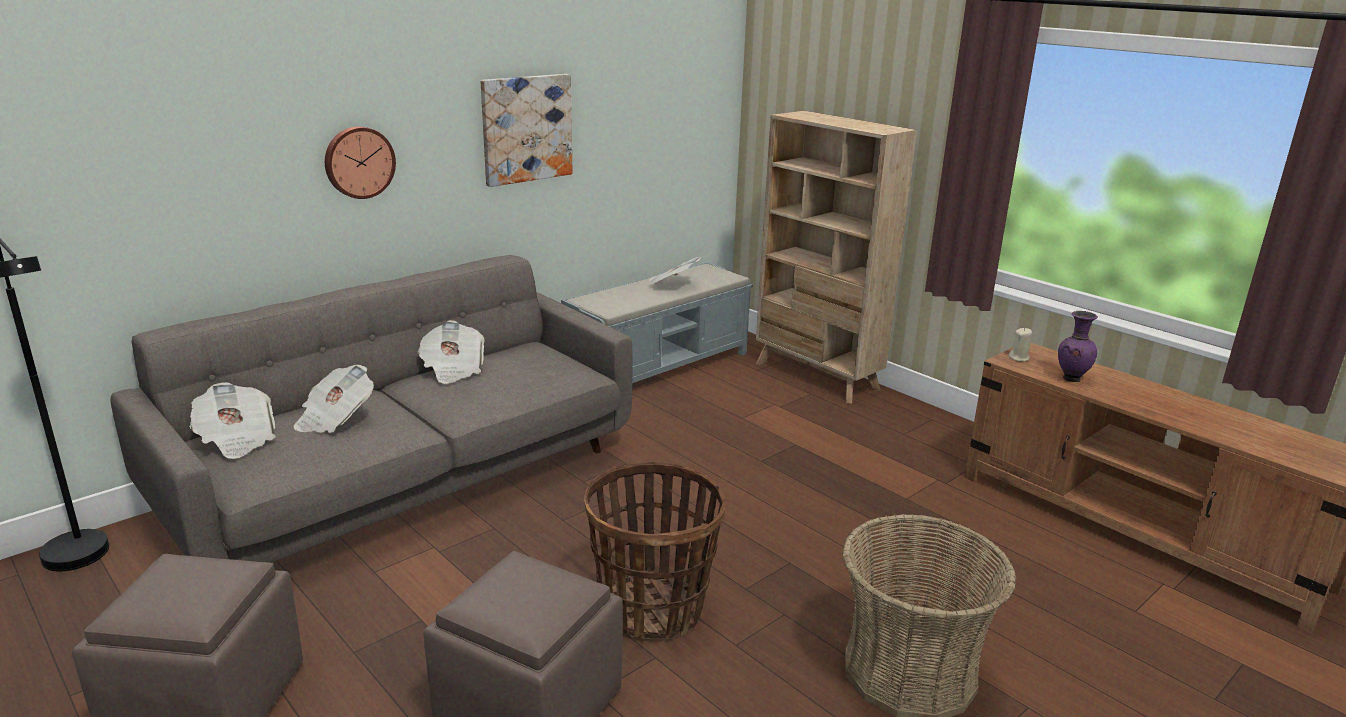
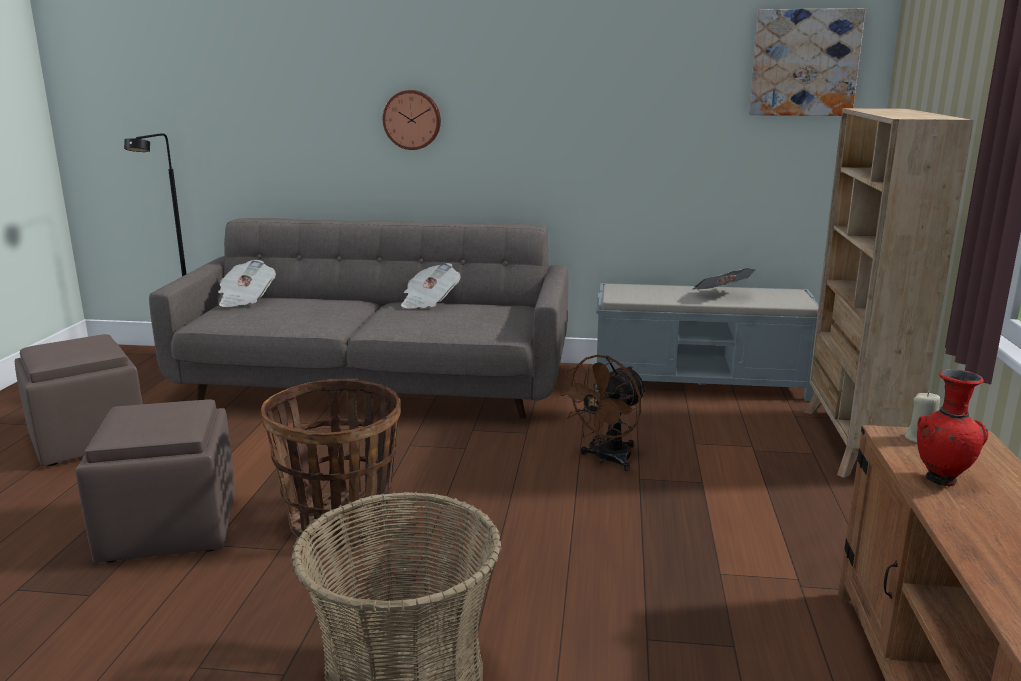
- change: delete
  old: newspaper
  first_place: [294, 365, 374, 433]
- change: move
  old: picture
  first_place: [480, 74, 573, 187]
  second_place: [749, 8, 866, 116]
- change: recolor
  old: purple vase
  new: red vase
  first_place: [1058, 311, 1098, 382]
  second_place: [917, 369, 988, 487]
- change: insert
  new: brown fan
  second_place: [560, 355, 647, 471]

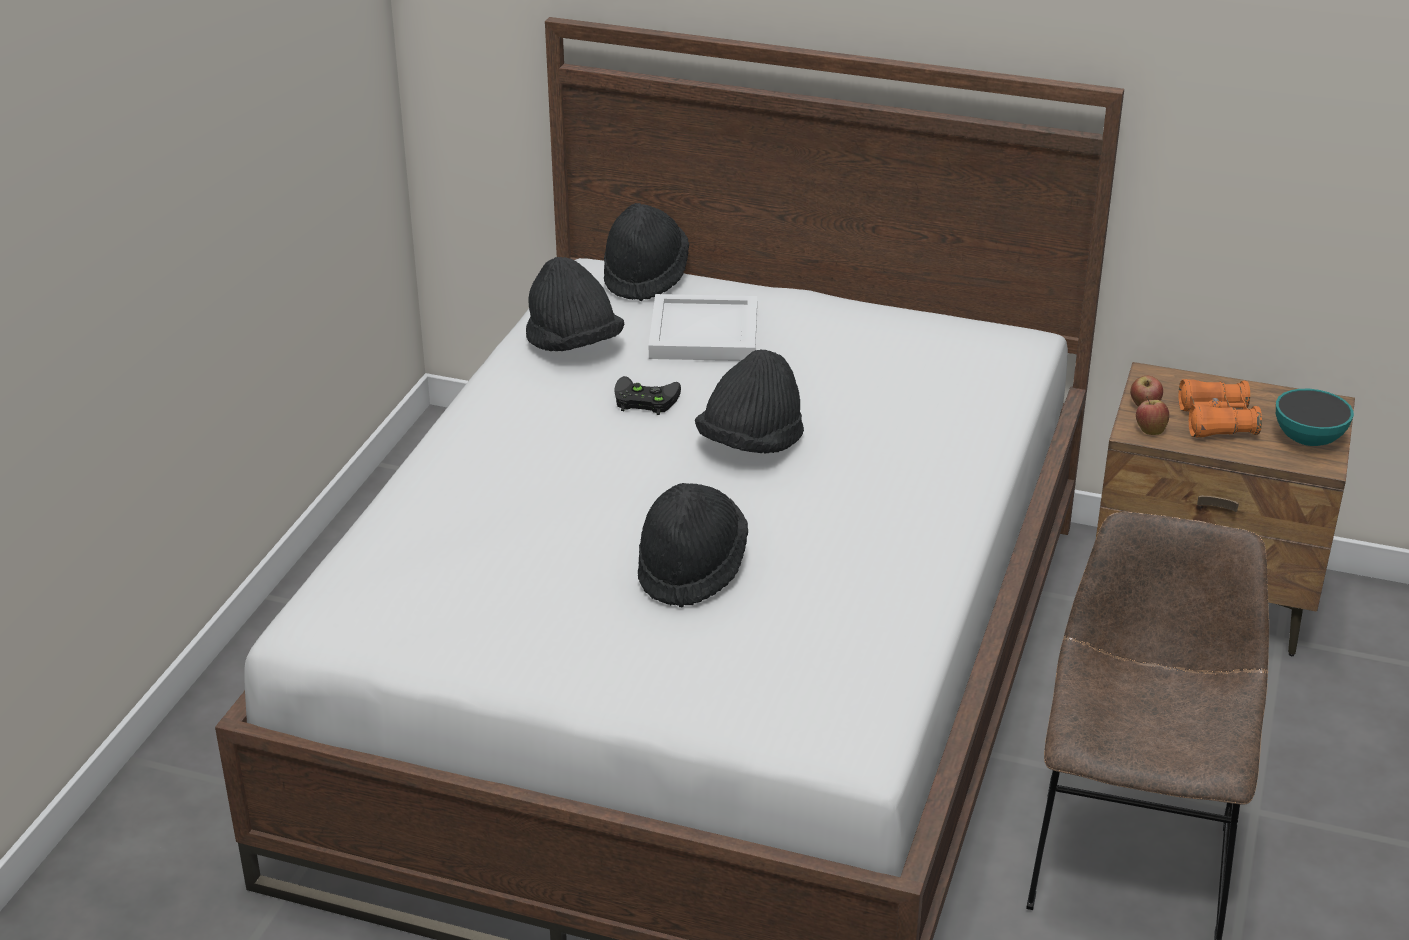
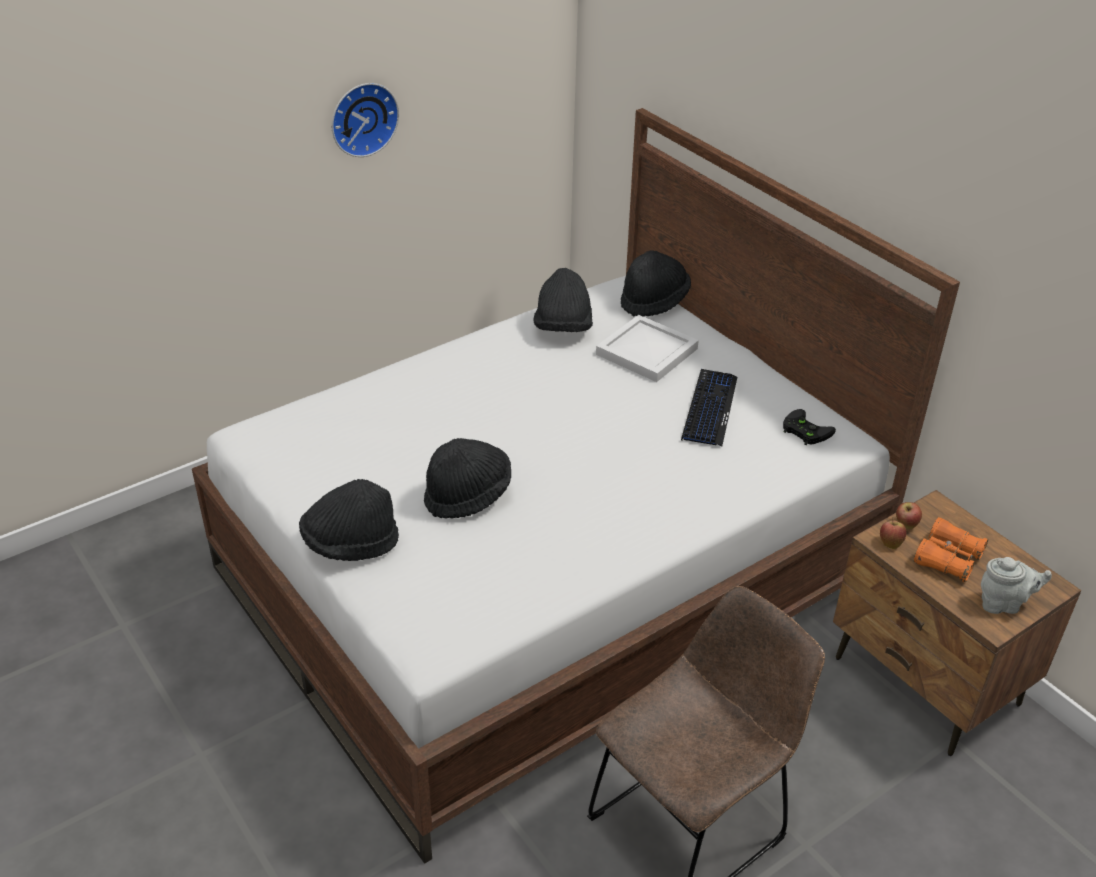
- change: move
  old: black game controller
  first_place: [614, 376, 681, 415]
  second_place: [783, 409, 836, 445]
- change: move
  old: black hat
  first_place: [695, 349, 804, 454]
  second_place: [299, 479, 399, 561]
- change: replace
  old: bowl
  new: grey teapot
  first_place: [1276, 389, 1354, 446]
  second_place: [981, 557, 1052, 614]
- change: insert
  new: wall clock
  second_place: [332, 83, 399, 157]
- change: insert
  new: keyboard
  second_place: [681, 369, 737, 447]

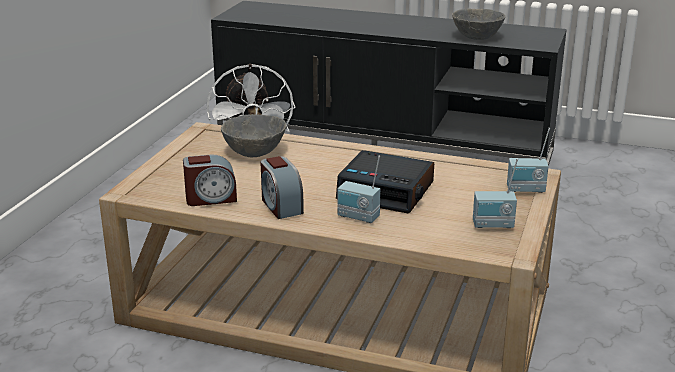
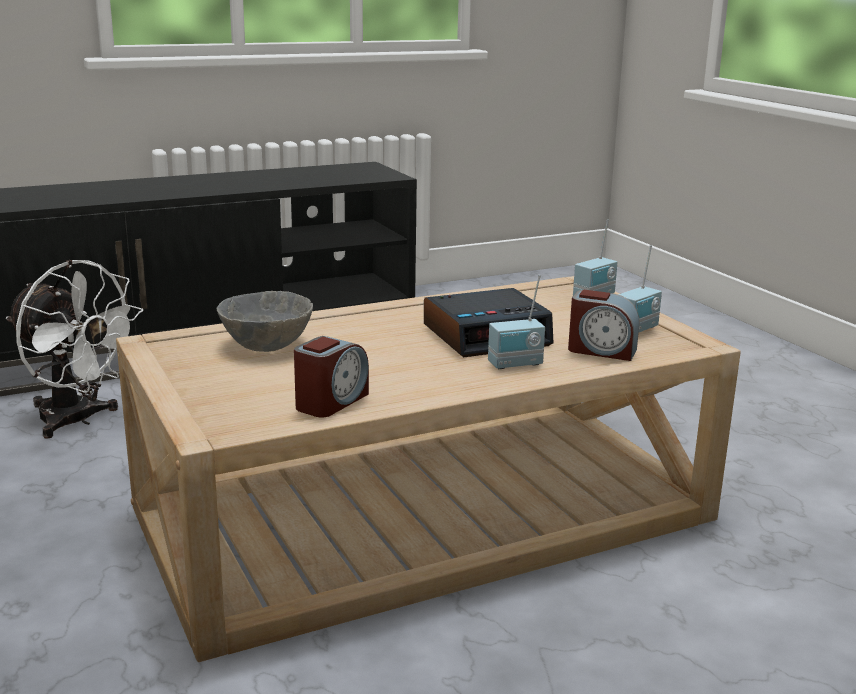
- change: move
  old: alarm clock
  first_place: [260, 156, 304, 219]
  second_place: [568, 290, 639, 361]
- change: delete
  old: grey bowl
  first_place: [452, 8, 505, 40]

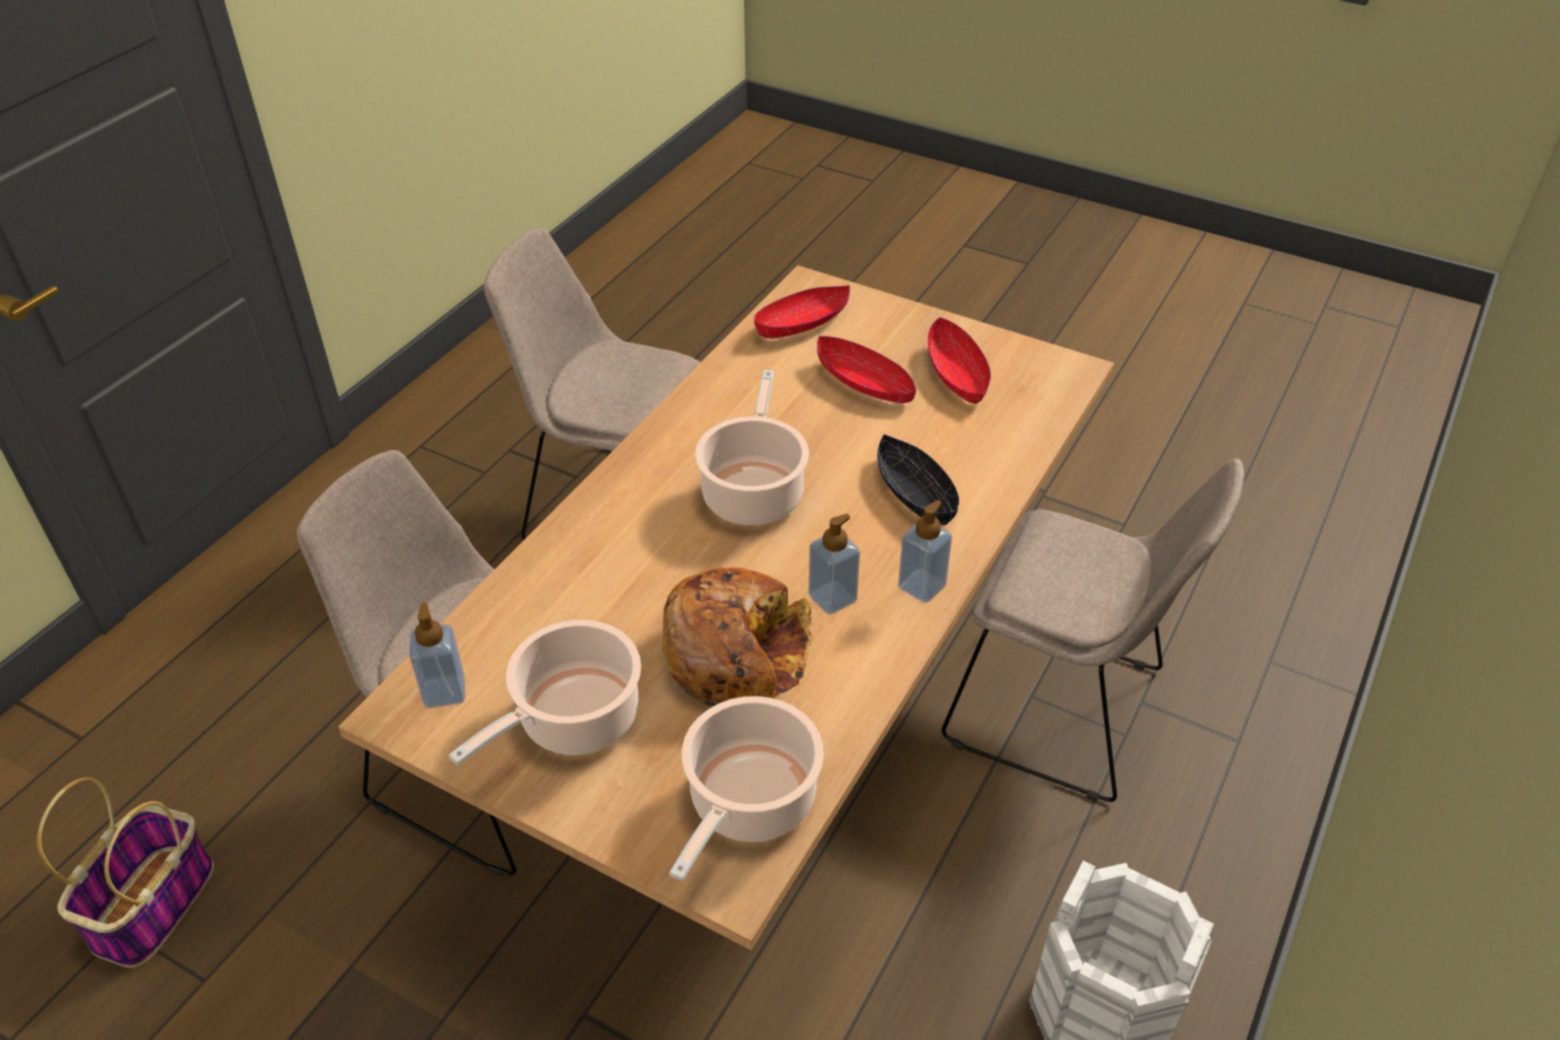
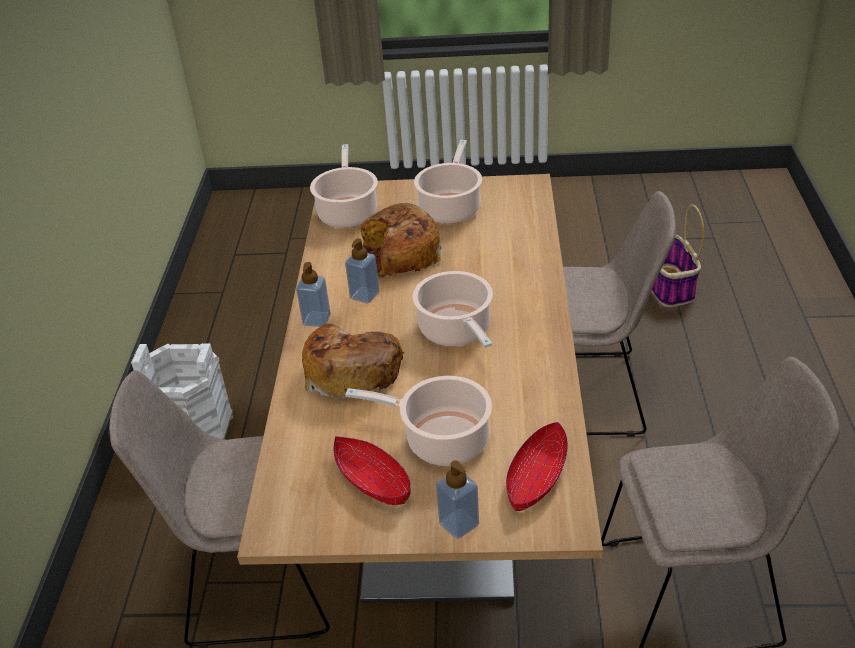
- change: move
  old: soap dispenser
  first_place: [410, 602, 465, 708]
  second_place: [436, 460, 479, 539]
- change: replace
  old: red bowl
  new: cooking pot
  first_place: [817, 336, 916, 403]
  second_place: [345, 376, 492, 466]
- change: replace
  old: black bowl
  new: bread
  first_place: [877, 434, 959, 525]
  second_place: [302, 324, 404, 399]

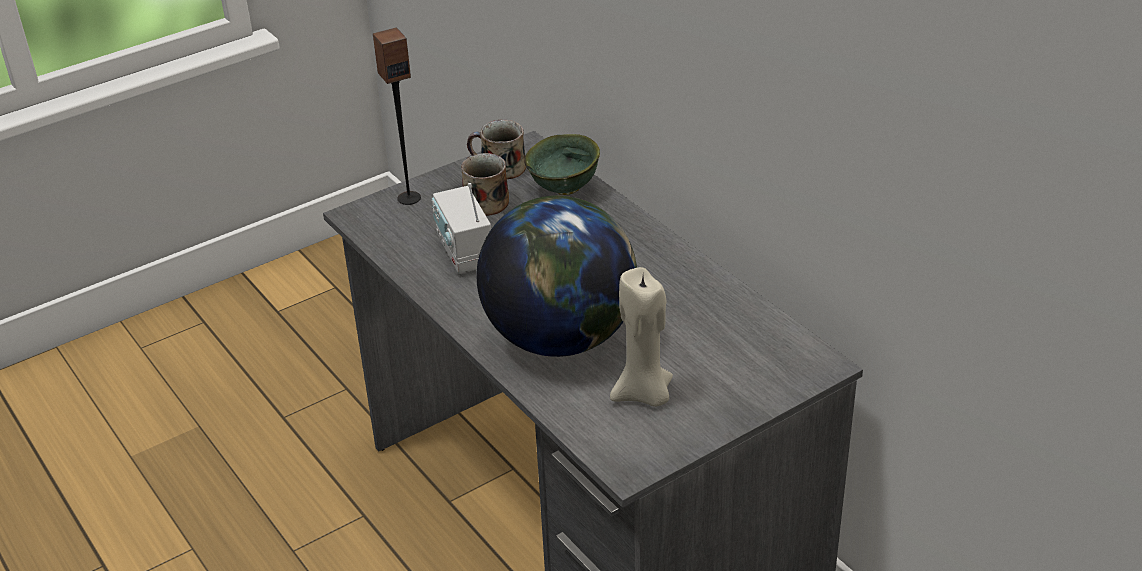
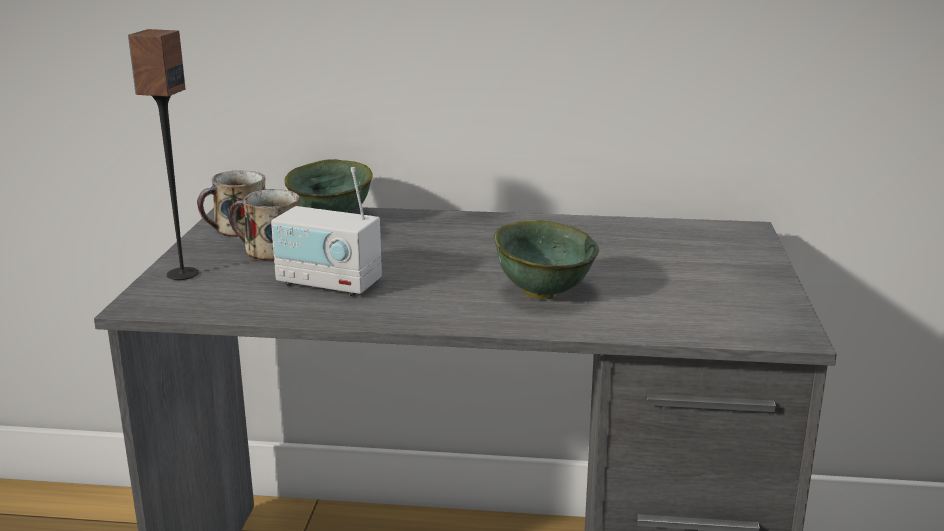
- change: replace
  old: globe
  new: green bowl
  first_place: [476, 196, 637, 357]
  second_place: [494, 220, 599, 299]
- change: delete
  old: beige candle
  first_place: [610, 267, 673, 407]

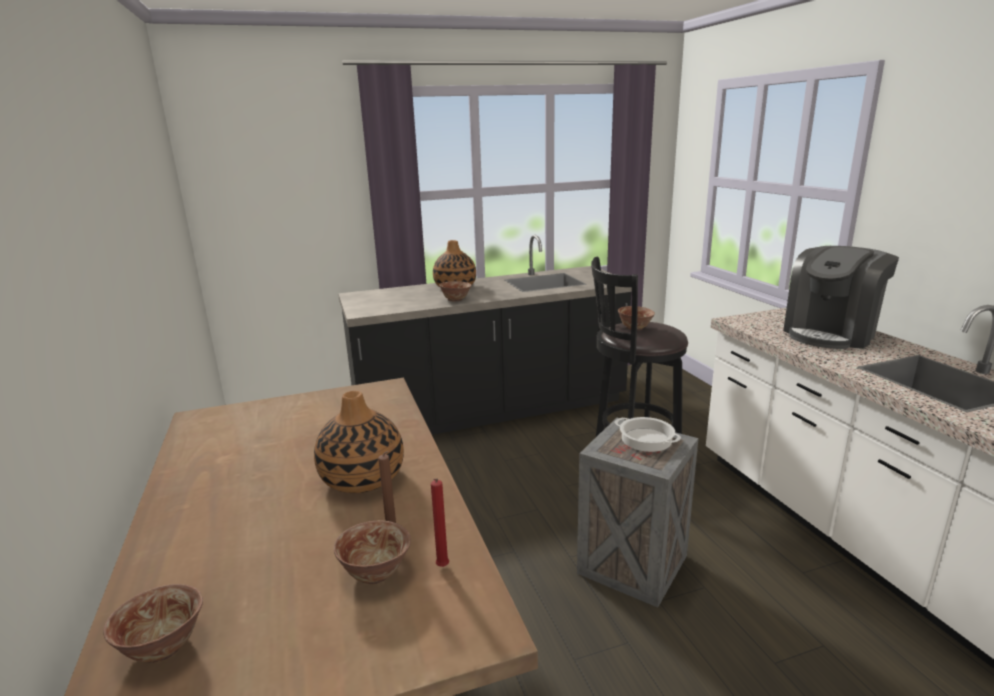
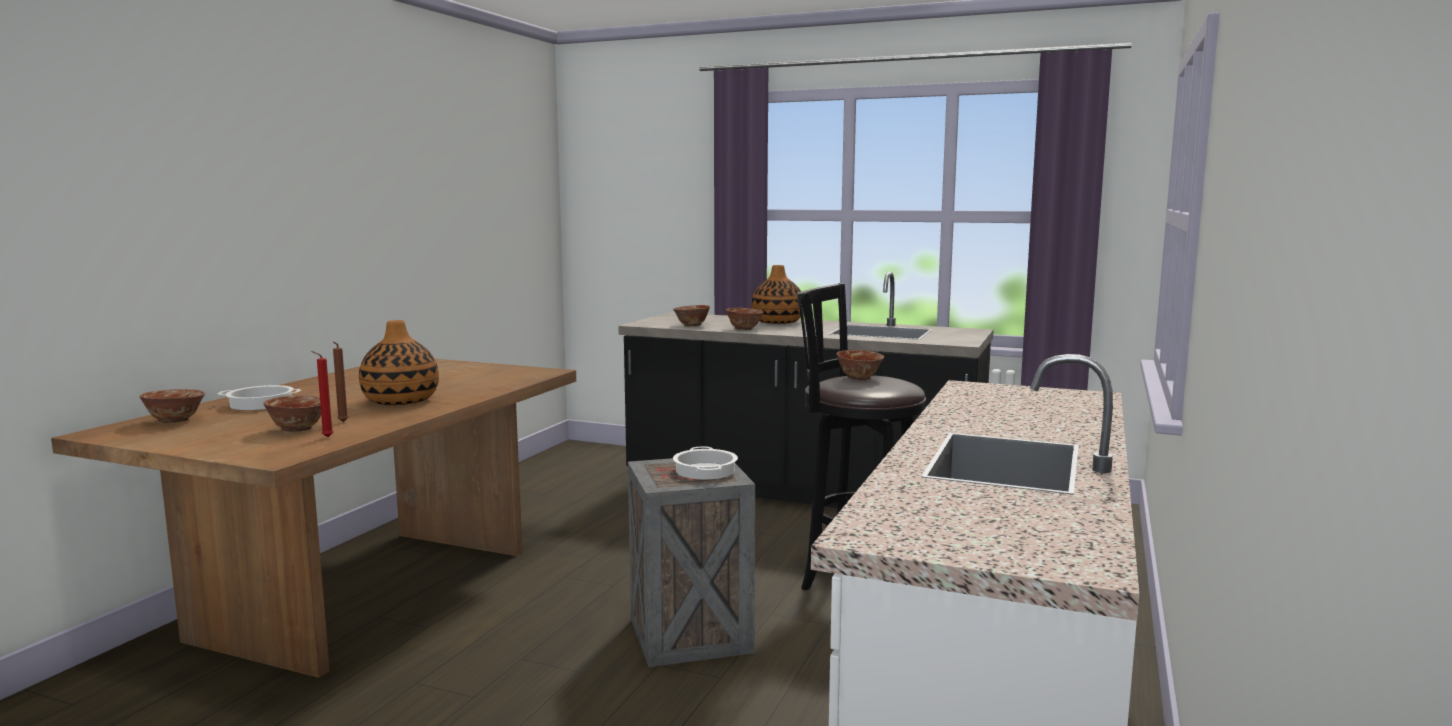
- change: delete
  old: coffee machine
  first_place: [783, 246, 899, 349]
- change: insert
  new: cooking pot
  second_place: [217, 385, 301, 410]
- change: insert
  new: bowl
  second_place: [673, 305, 710, 327]

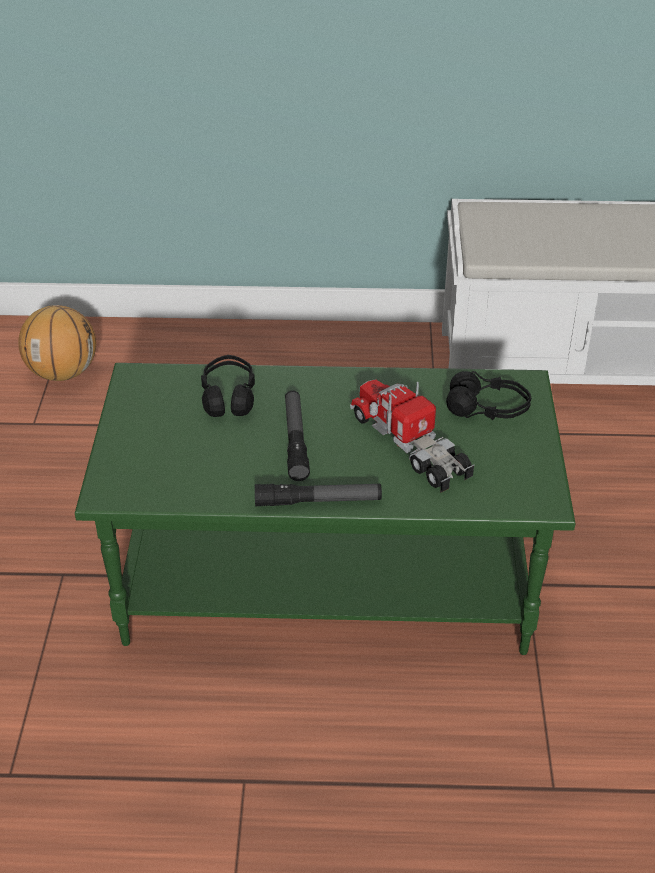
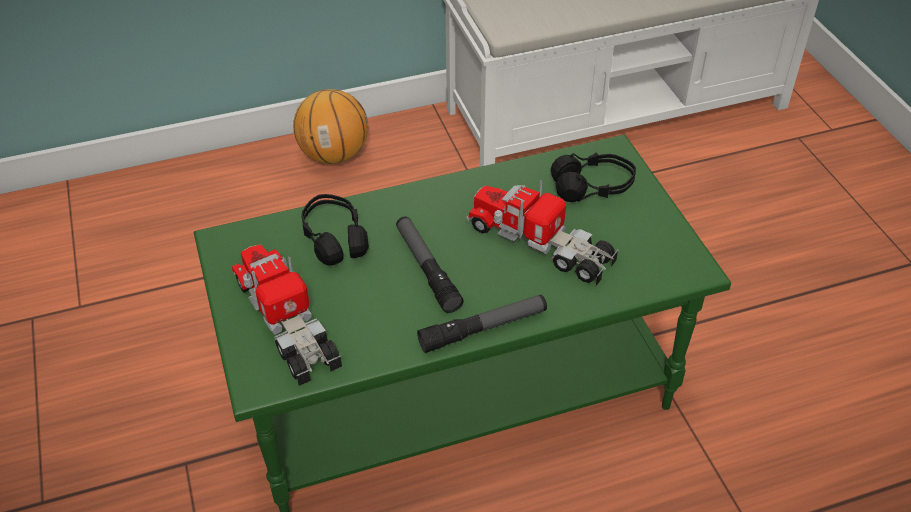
- change: move
  old: basketball
  first_place: [18, 305, 96, 381]
  second_place: [293, 89, 368, 164]
- change: insert
  new: toy truck
  second_place: [232, 244, 342, 386]

